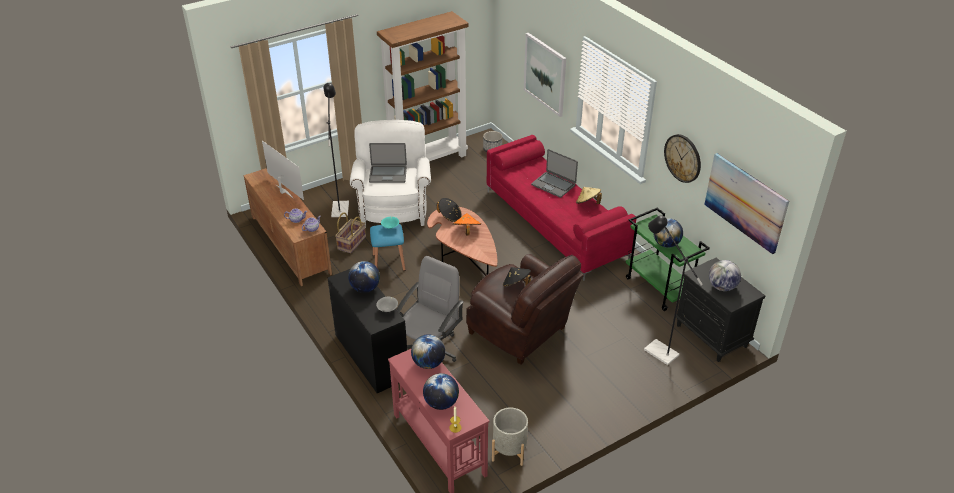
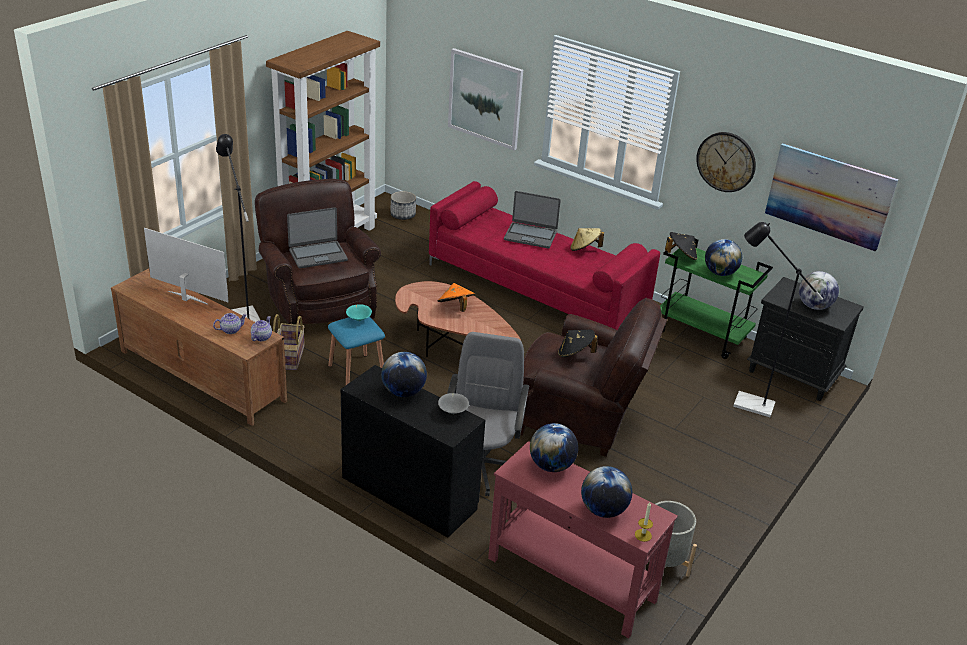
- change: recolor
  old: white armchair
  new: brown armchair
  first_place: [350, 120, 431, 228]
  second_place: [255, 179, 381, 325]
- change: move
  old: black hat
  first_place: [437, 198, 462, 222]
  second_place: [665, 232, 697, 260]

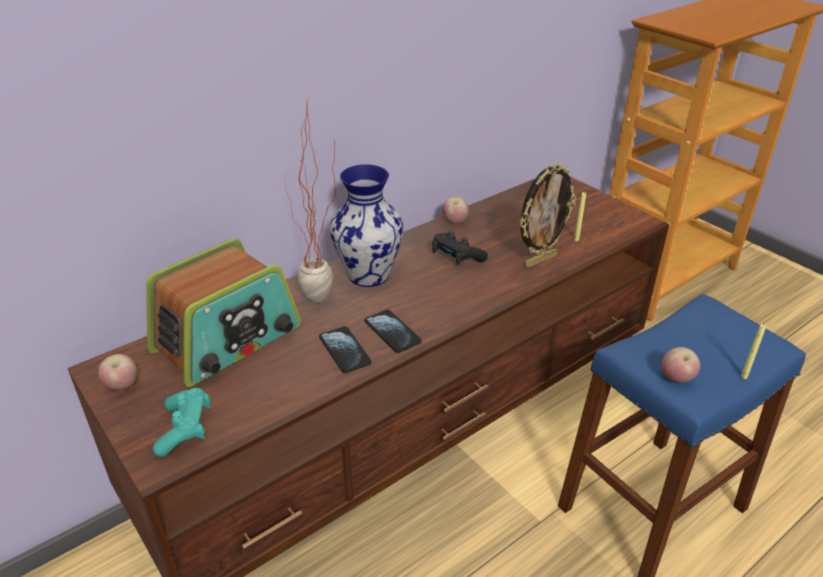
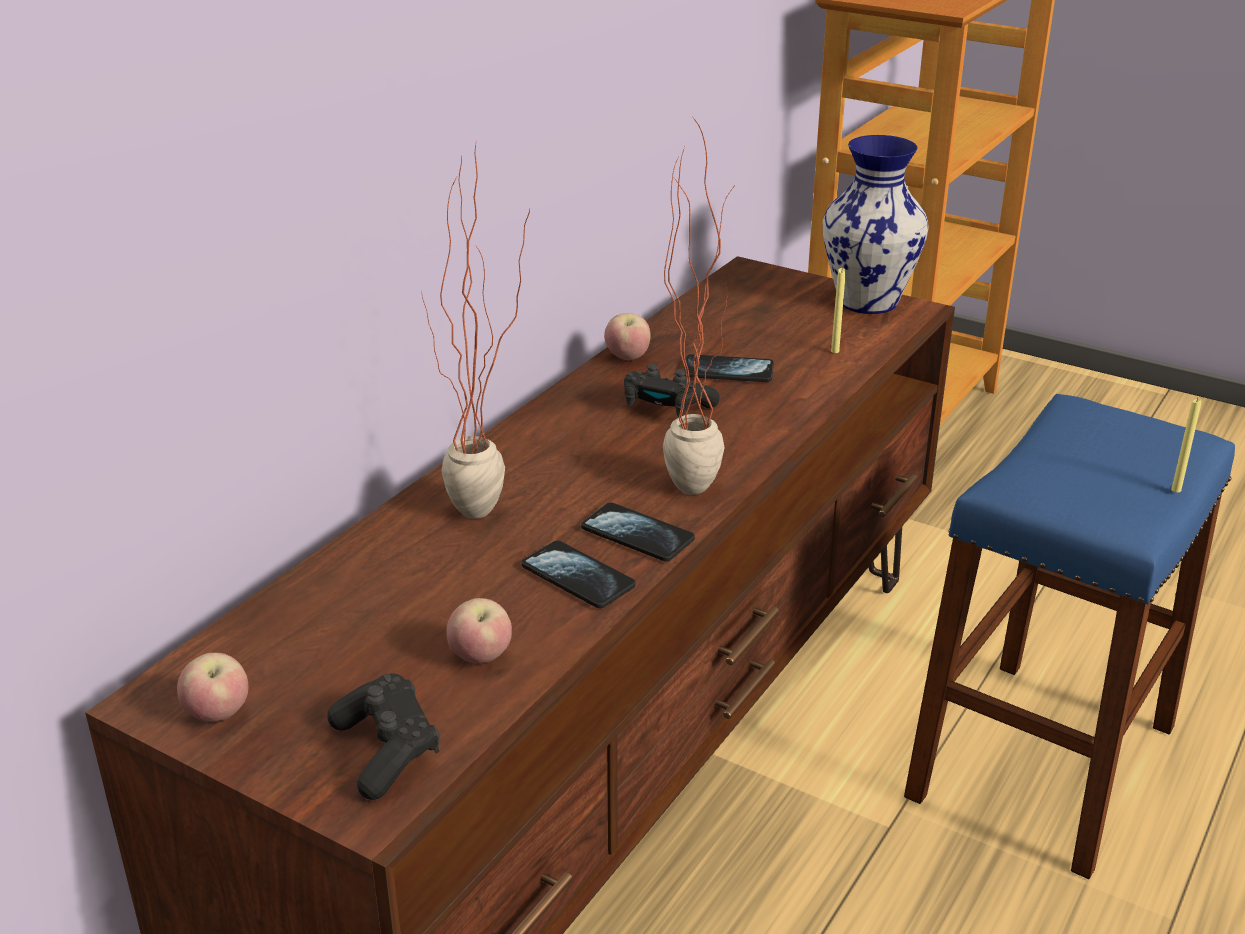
- change: delete
  old: radio
  first_place: [146, 238, 301, 387]
- change: recolor
  old: turquoise game controller
  new: black game controller
  first_place: [153, 388, 211, 457]
  second_place: [327, 673, 440, 800]
- change: move
  old: vase
  first_place: [330, 164, 404, 287]
  second_place: [823, 135, 929, 314]
- change: delete
  old: picture frame
  first_place: [520, 163, 576, 268]
- change: move
  old: apple
  first_place: [661, 347, 700, 383]
  second_place: [446, 598, 512, 663]
- change: insert
  new: potted plant
  second_place: [663, 119, 737, 495]
- change: insert
  new: phone
  second_place: [683, 354, 774, 382]

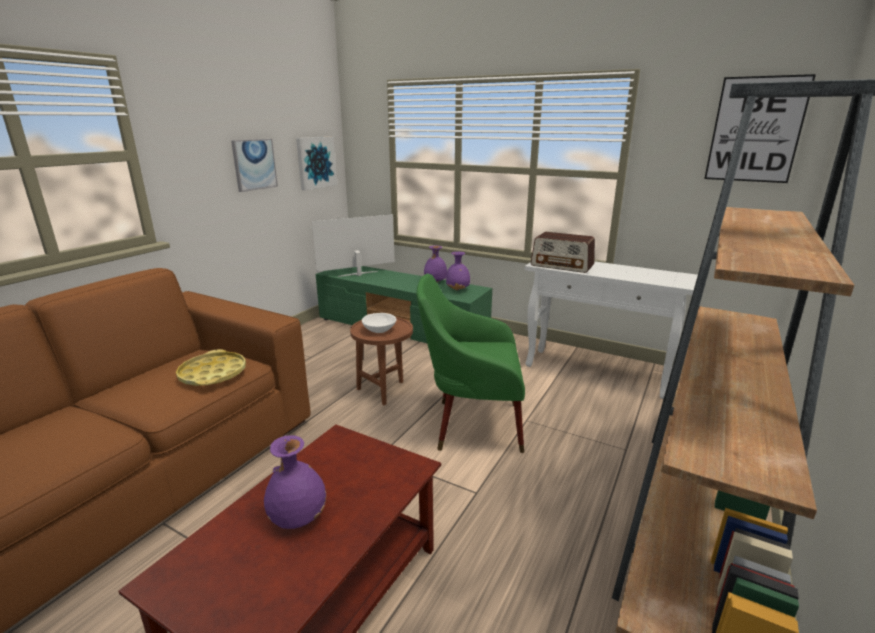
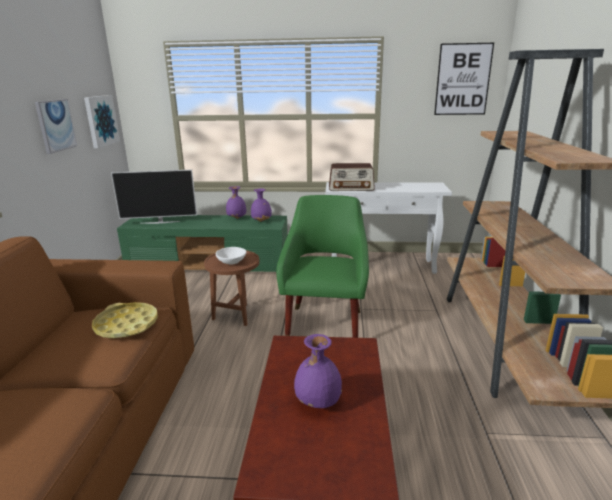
- change: rotate
  old: television
  first_place: [312, 214, 395, 277]
  second_place: [111, 169, 197, 224]
  degrees: -135
- change: rotate
  old: green armchair
  first_place: [416, 274, 525, 453]
  second_place: [276, 195, 369, 338]
  degrees: 120

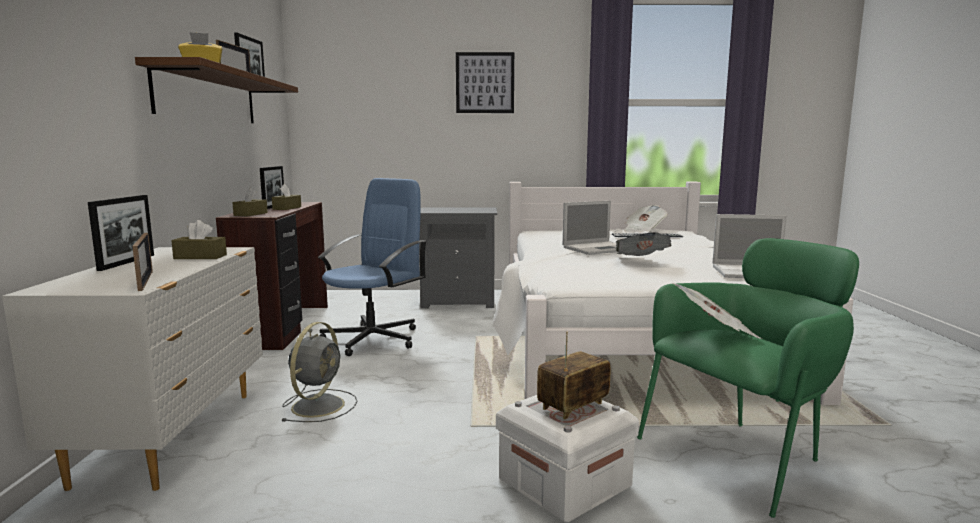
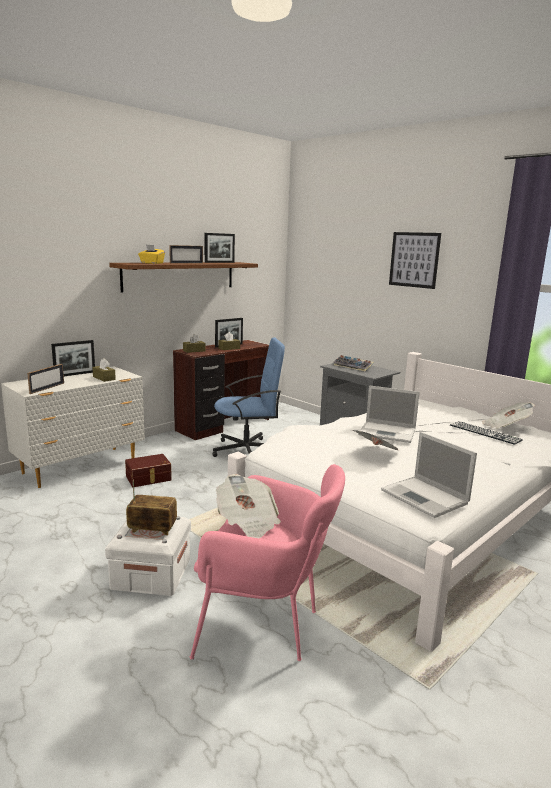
- change: replace
  old: grey fan
  new: brown storage box
  first_place: [282, 322, 357, 422]
  second_place: [125, 454, 172, 487]
- change: recolor
  old: green armchair
  new: pink armchair
  first_place: [637, 238, 859, 518]
  second_place: [190, 464, 345, 661]
- change: insert
  new: keyboard
  second_place: [333, 355, 374, 371]

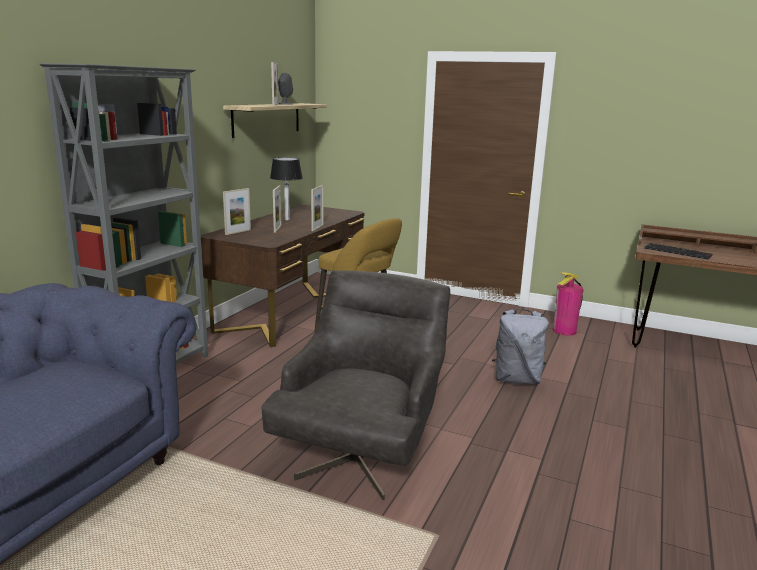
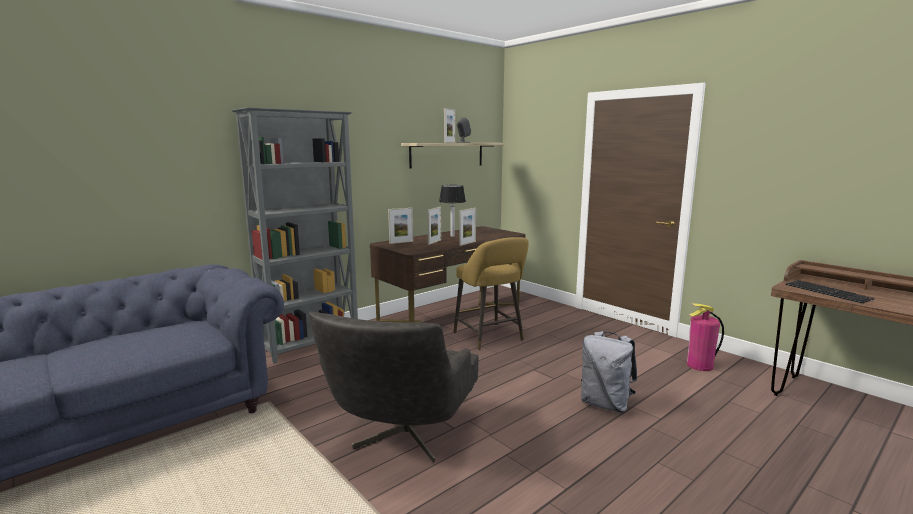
- change: rotate
  old: grey armchair
  first_place: [262, 270, 450, 500]
  second_place: [308, 312, 478, 463]
  degrees: 150

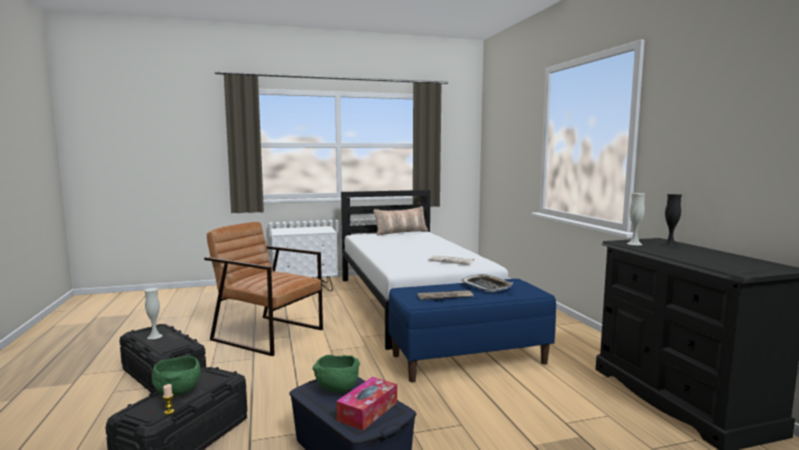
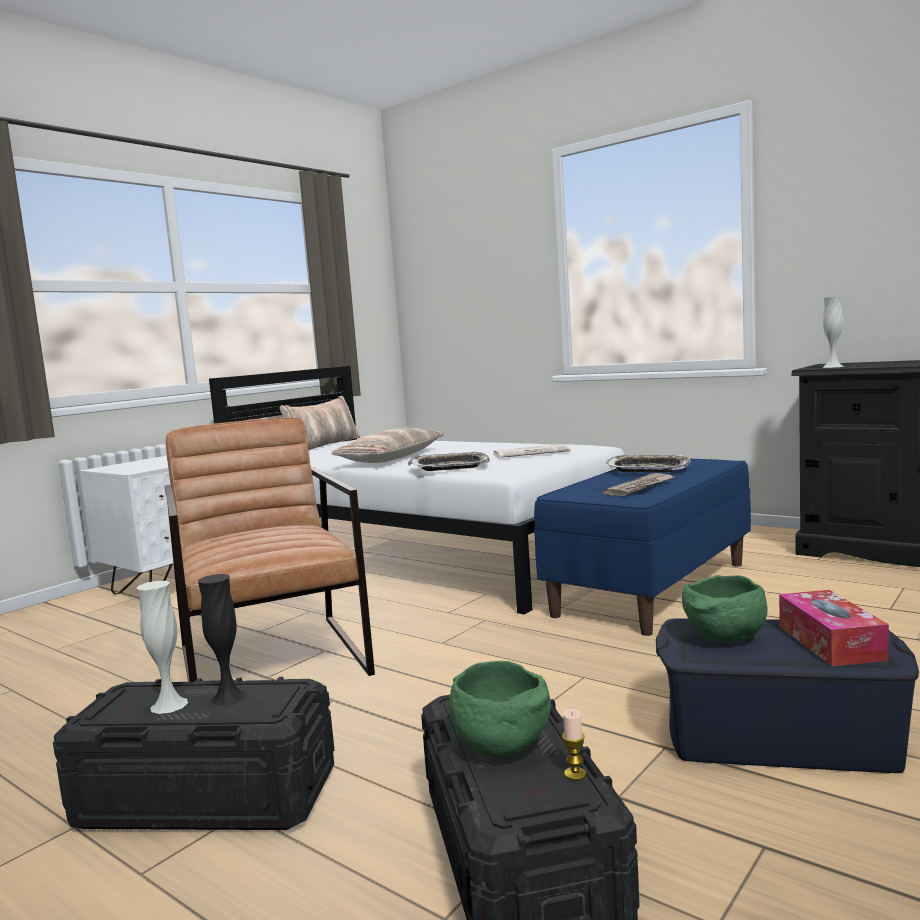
- change: rotate
  old: brown armchair
  first_place: [204, 222, 323, 356]
  second_place: [164, 417, 375, 682]
  degrees: 75
- change: move
  old: black vase
  first_place: [662, 194, 682, 247]
  second_place: [198, 574, 247, 706]
- change: insert
  new: pillow
  second_place: [331, 428, 444, 463]
- change: insert
  new: tray
  second_place: [408, 452, 490, 471]

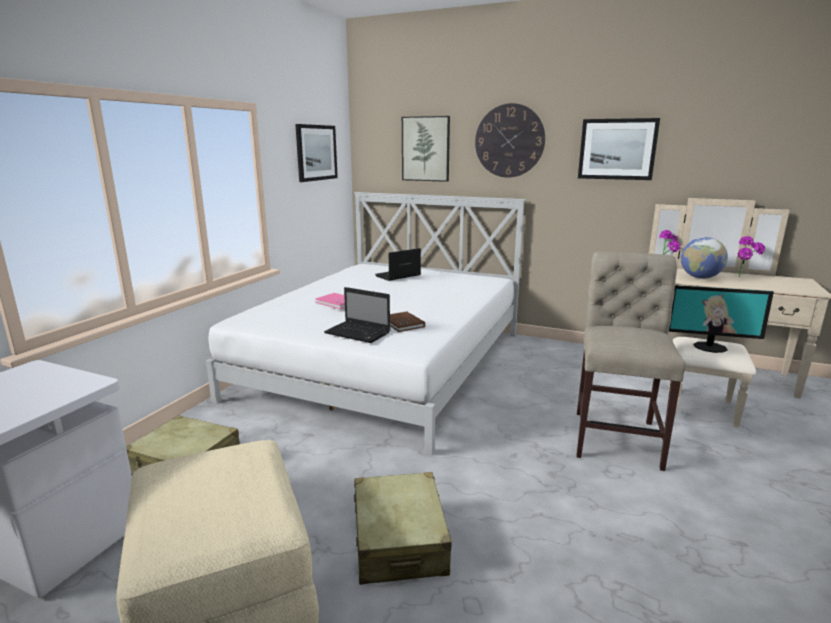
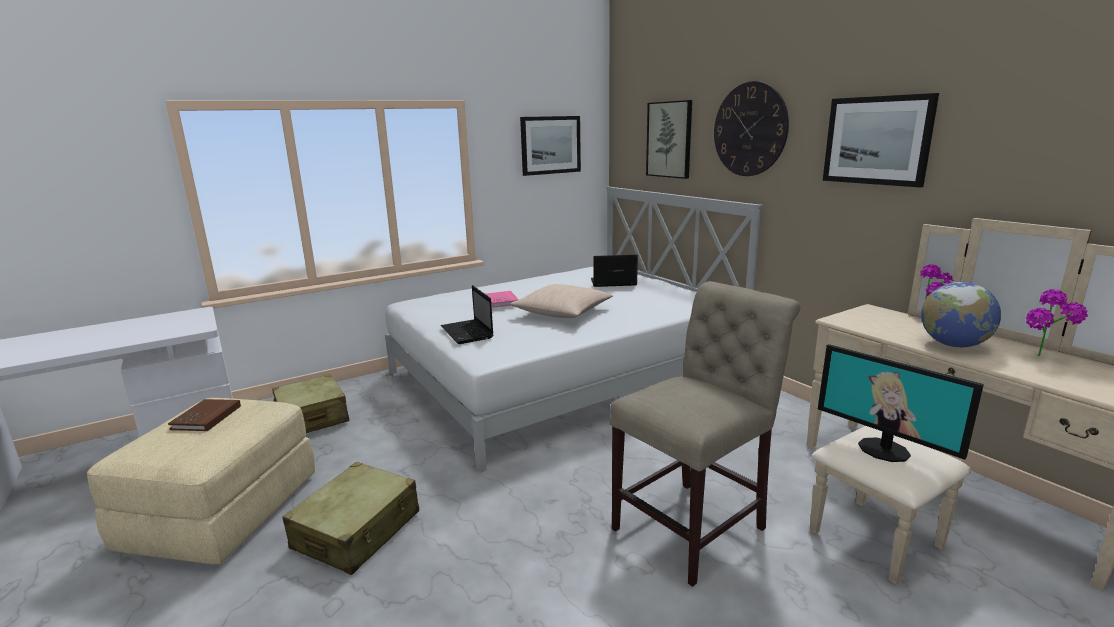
- change: move
  old: brown book
  first_place: [390, 311, 425, 332]
  second_place: [168, 399, 241, 431]
- change: insert
  new: beige pillow
  second_place: [510, 284, 613, 318]

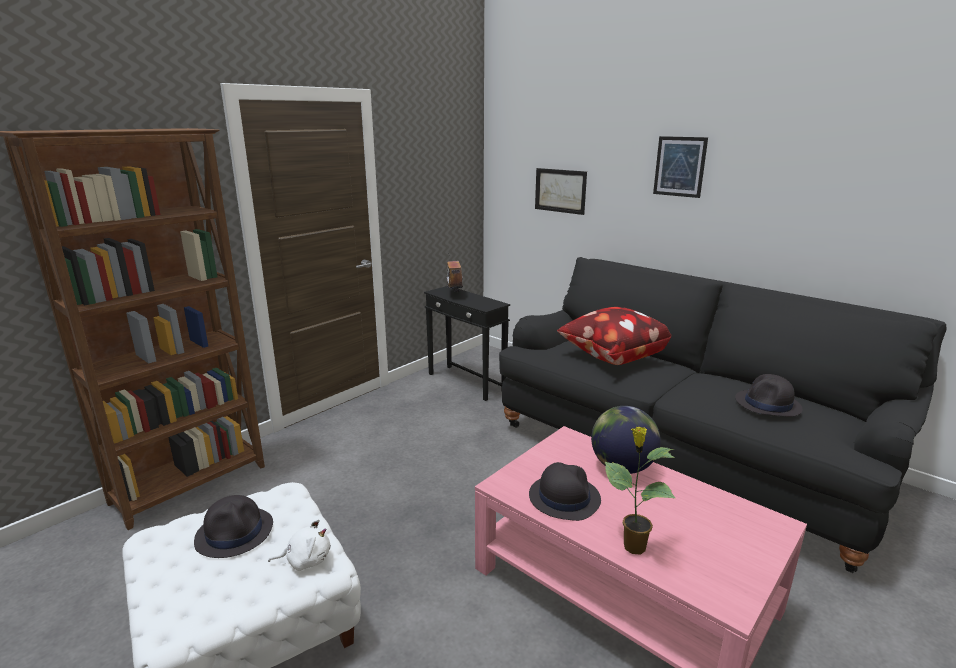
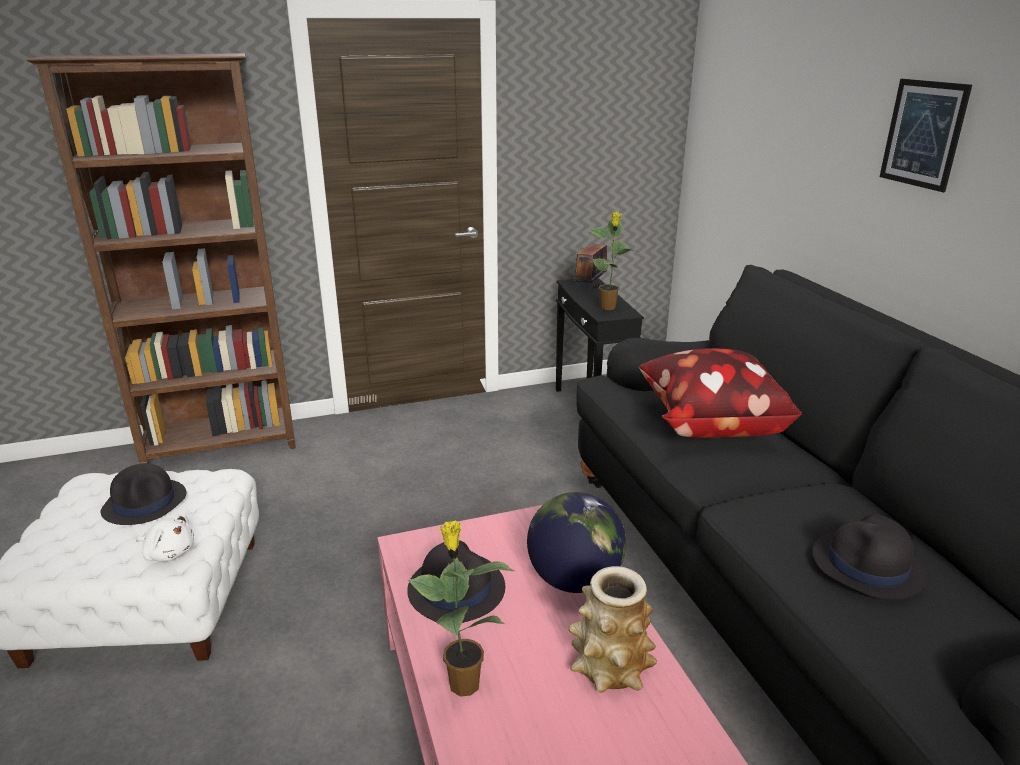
- change: delete
  old: picture
  first_place: [535, 168, 587, 215]
- change: insert
  new: vase
  second_place: [568, 566, 657, 693]
- change: insert
  new: potted plant
  second_place: [588, 212, 635, 310]

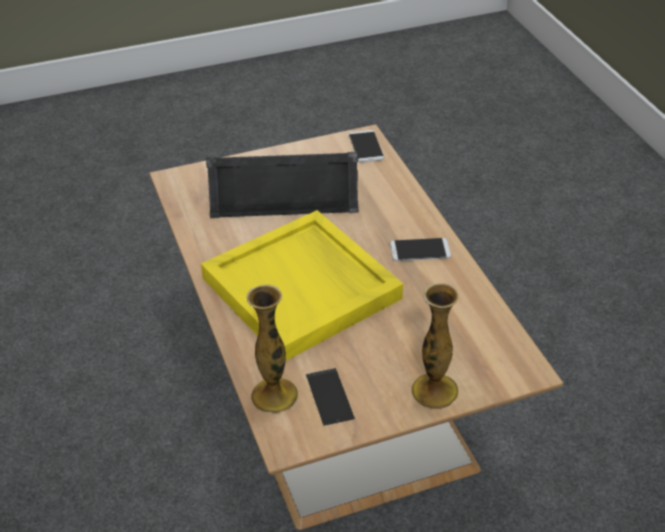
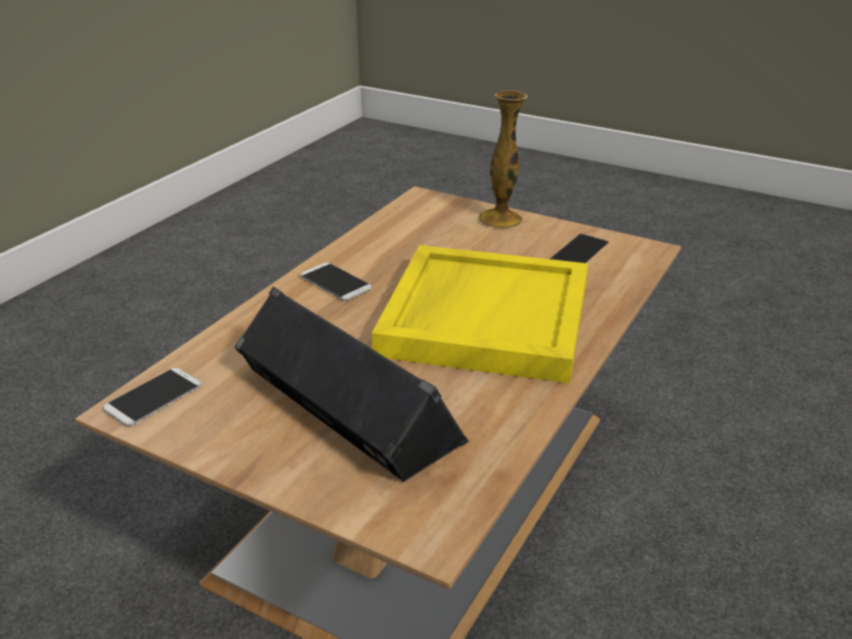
- change: delete
  old: vase
  first_place: [247, 284, 298, 413]

